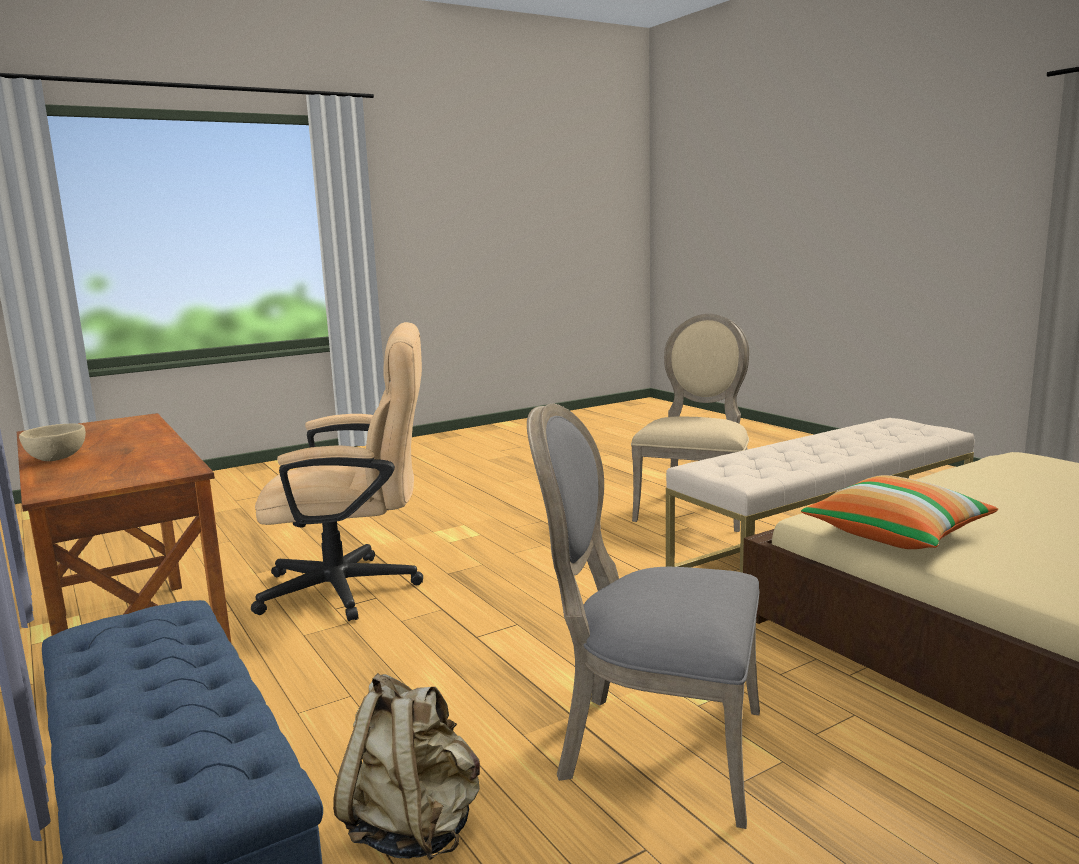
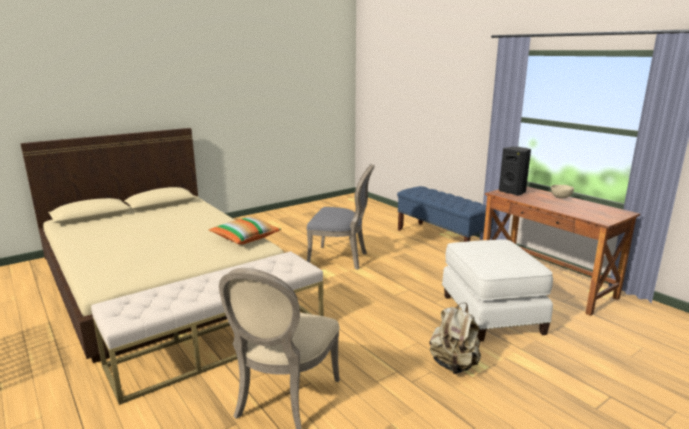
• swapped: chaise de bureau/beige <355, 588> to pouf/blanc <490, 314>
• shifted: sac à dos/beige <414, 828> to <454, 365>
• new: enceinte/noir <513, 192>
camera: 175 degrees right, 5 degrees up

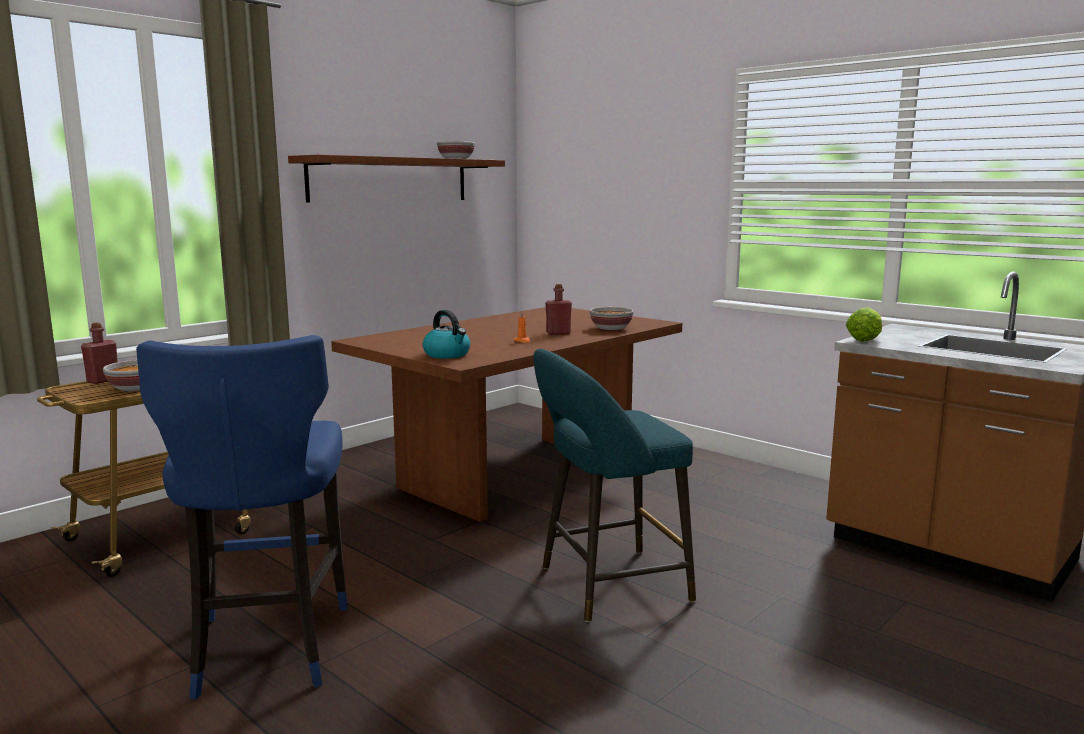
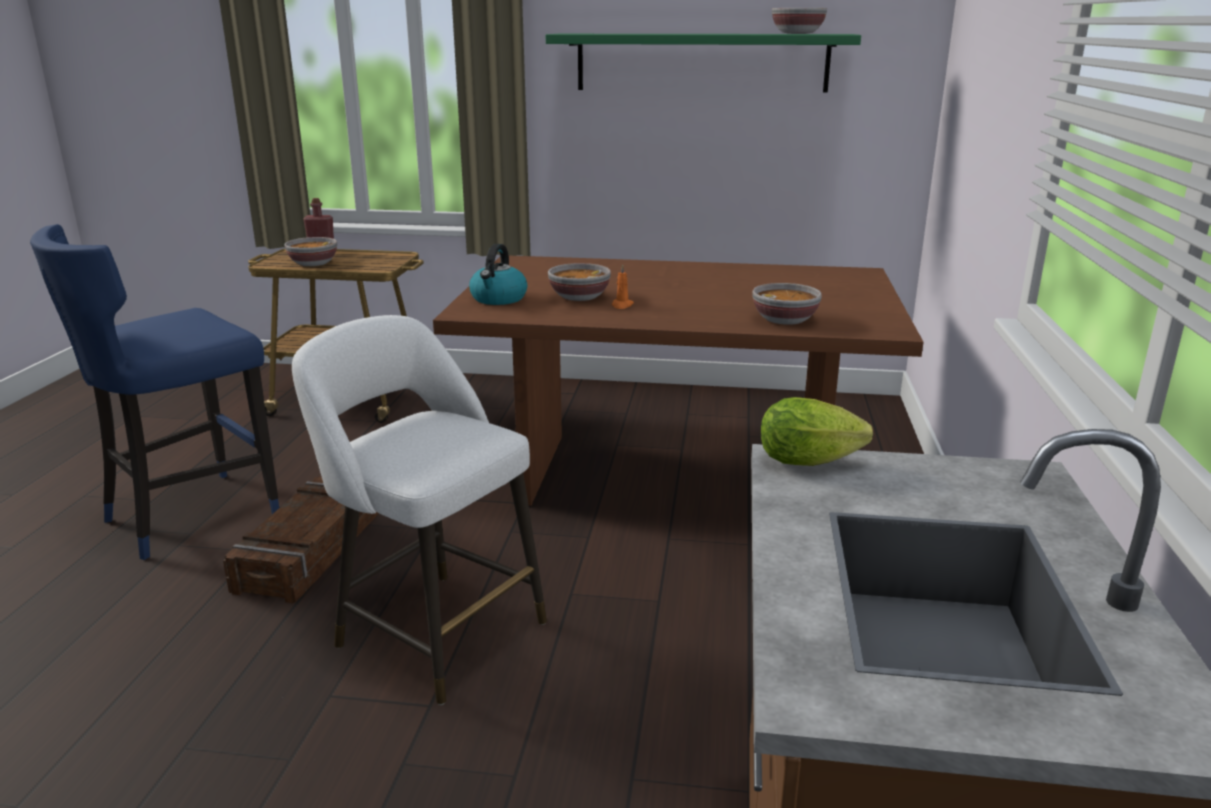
• repainted: étagère/marron <390, 180> to étagère/vert <701, 62>
• repainted: tabouret/turquoise <607, 585> to tabouret/blanc <433, 630>
• gone: bouteille/rouge <558, 333>
• new: caisse <311, 551>
• new: bol <578, 297>
camera: 55 degrees right, 10 degrees up

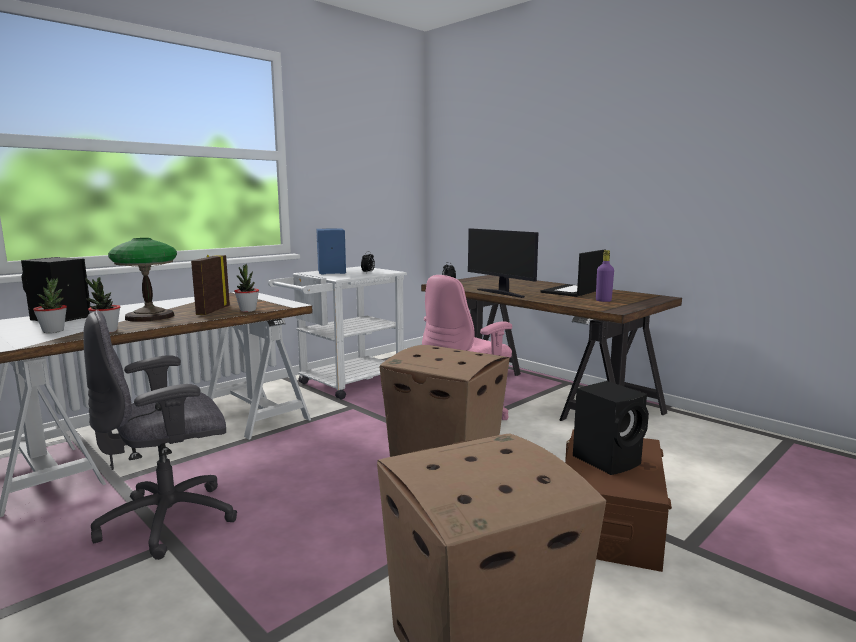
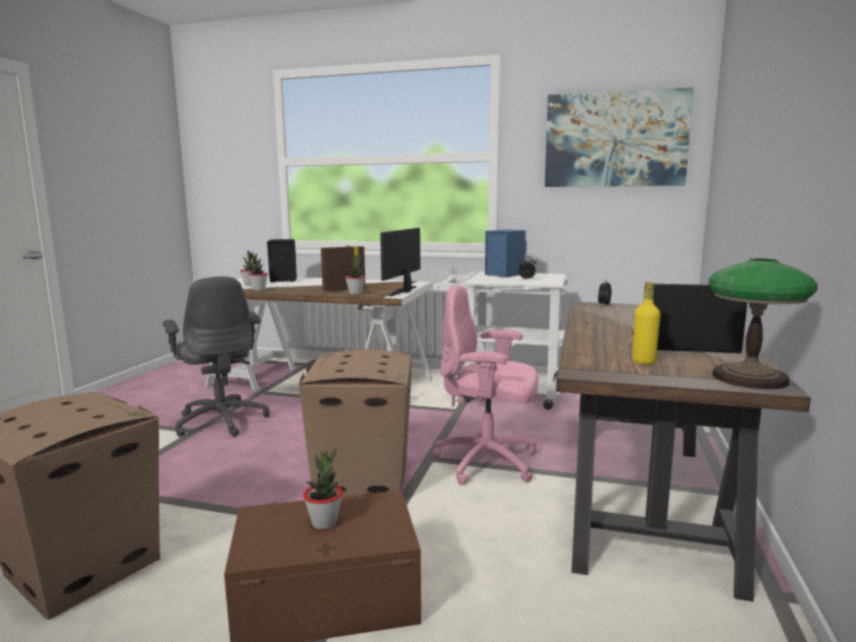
• rotated: chaise de bureau/gris <171, 520> = <222, 421> 150 degrees counterclockwise
• shifted: lampe de table <150, 316> to <750, 378>
• shifted: écran d'ordinateur <501, 293> to <404, 291>
• swapped: enceinte/noir <608, 460> to plante en pot <324, 522>
• repainted: bouteille/violet <603, 301> to bouteille/jaune <643, 362>
• new: tableau <615, 140>
camera: 60 degrees right, 0 degrees up

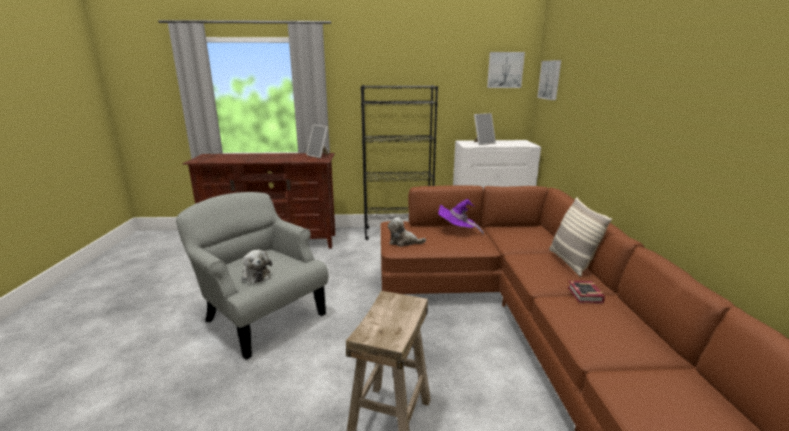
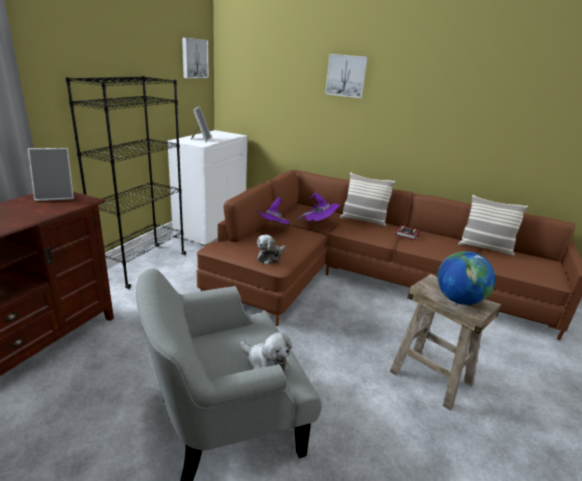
• rotated: peluche <255, 275> = <265, 363> 45 degrees clockwise
• shifted: tableau <550, 80> to <346, 76>
• new: chapeau/violet <319, 224>
• new: globe <458, 300>
• new: coussin <485, 248>
camera: 65 degrees left, 5 degrees up

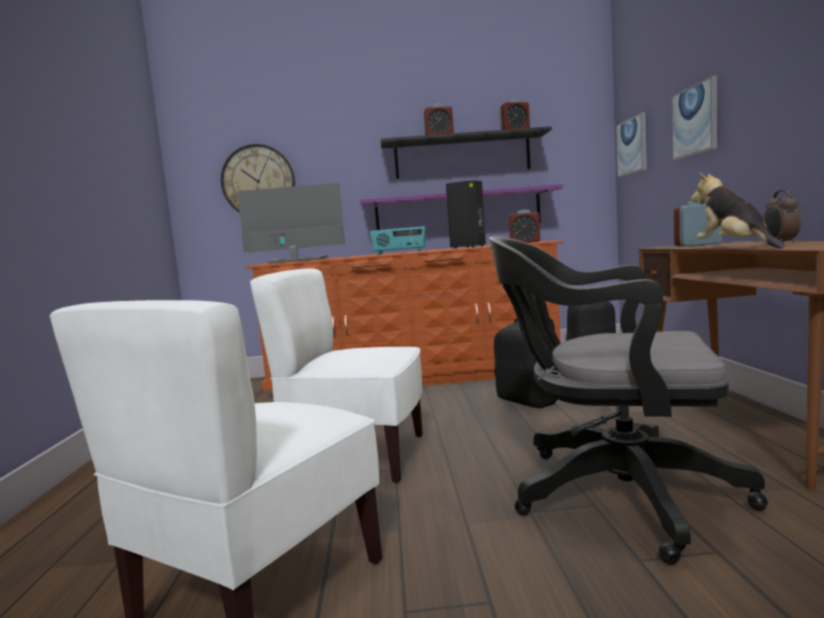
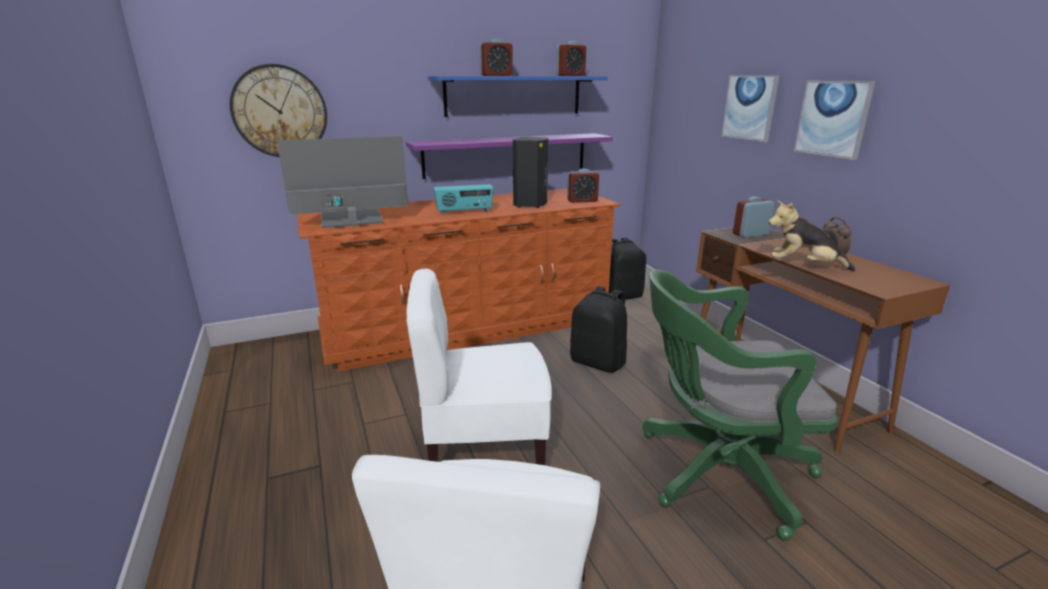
• repainted: étagère/noir <462, 156> to étagère/bleu <514, 95>
• repainted: chaise de bureau/noir <612, 493> to chaise de bureau/vert <715, 472>
• shifted: tableau <632, 146> to <832, 119>
• rotated: peluche <734, 248> = <803, 266> 45 degrees counterclockwise
camera: 20 degrees left, 15 degrees up

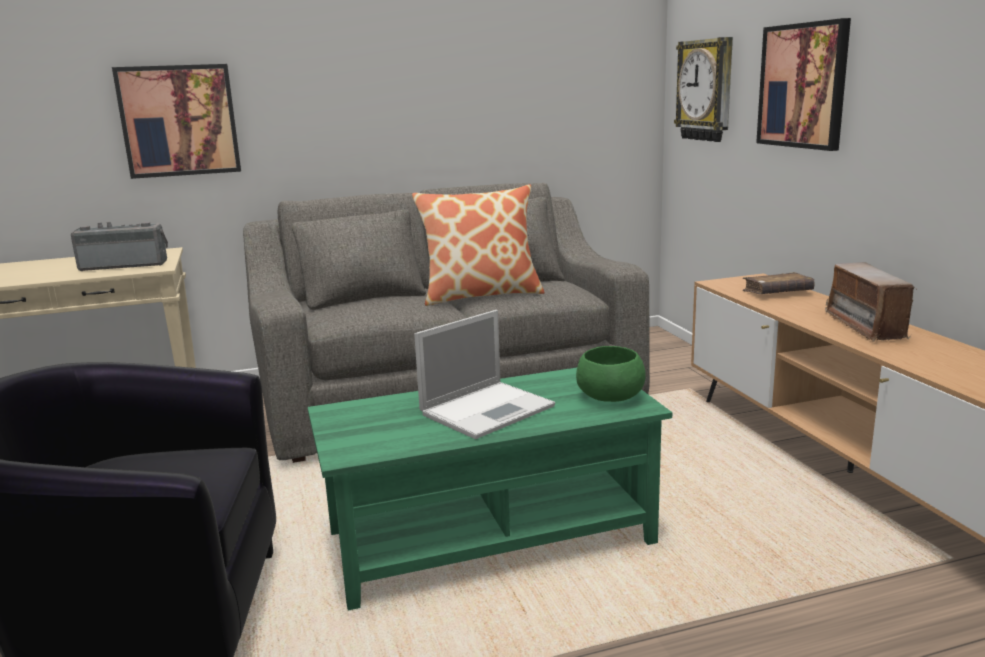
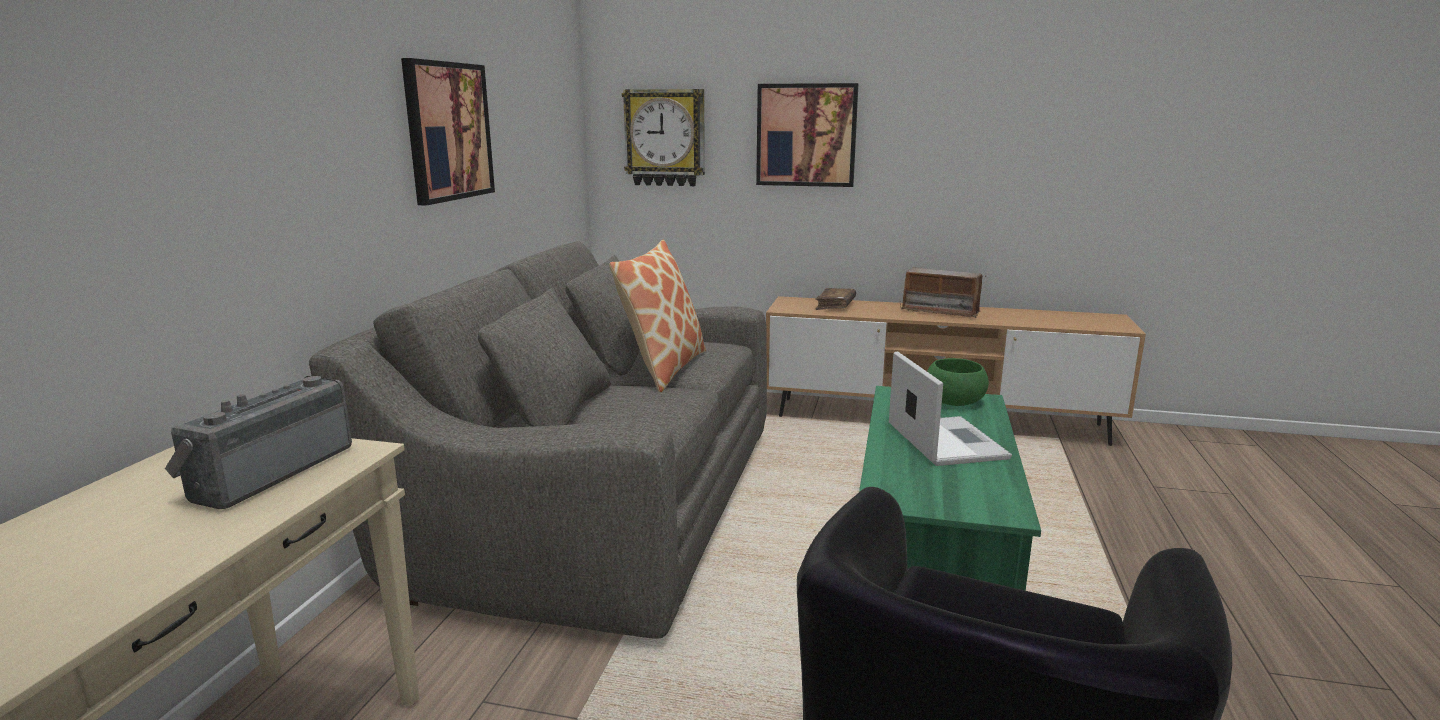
• shifted: tableau <179, 121> to <448, 131>
camera: 60 degrees left, 0 degrees up

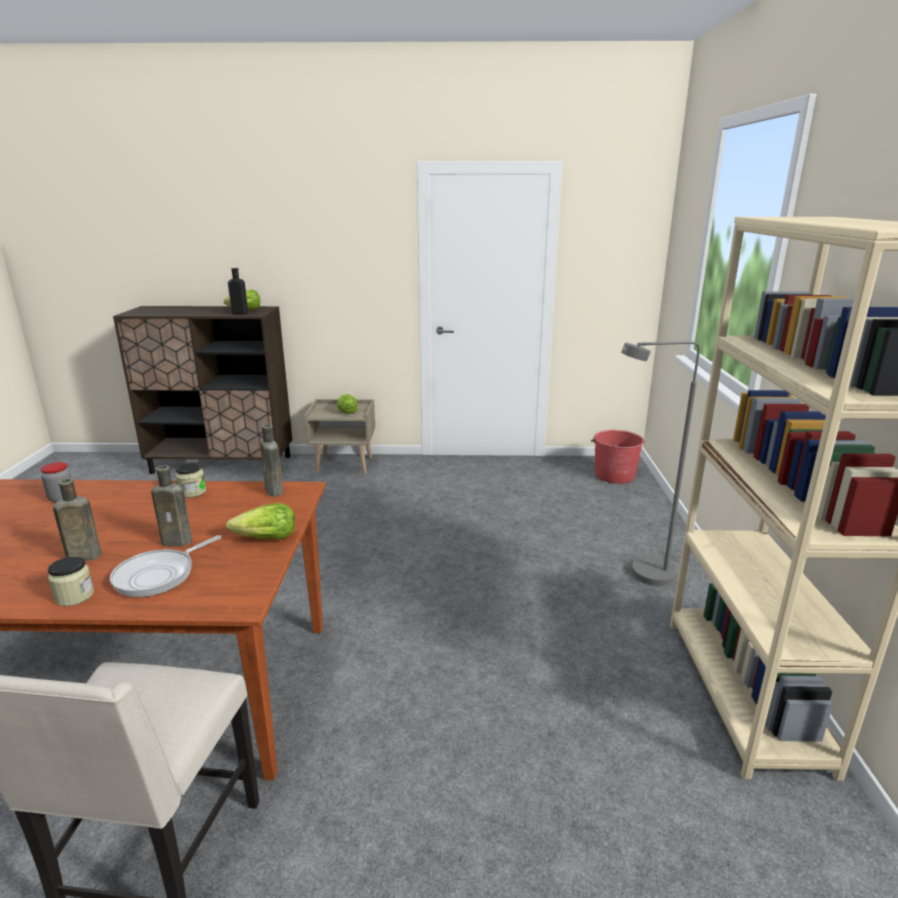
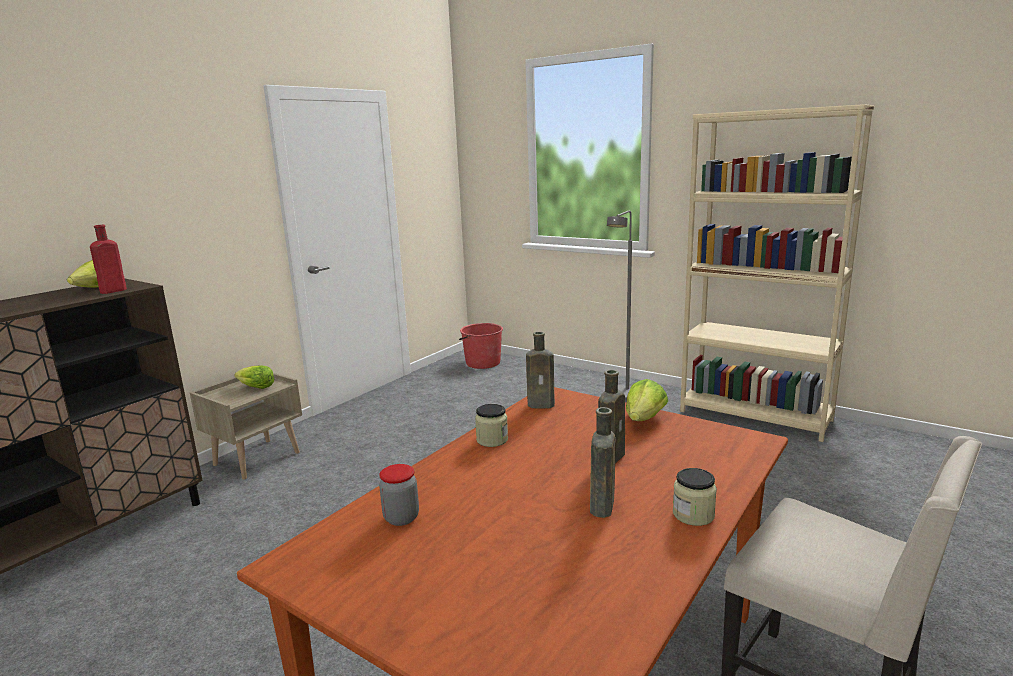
• gone: poêle <159, 575>
• repainted: bouteille/noir <238, 313> to bouteille/rouge <111, 291>
camera: 55 degrees left, 5 degrees down

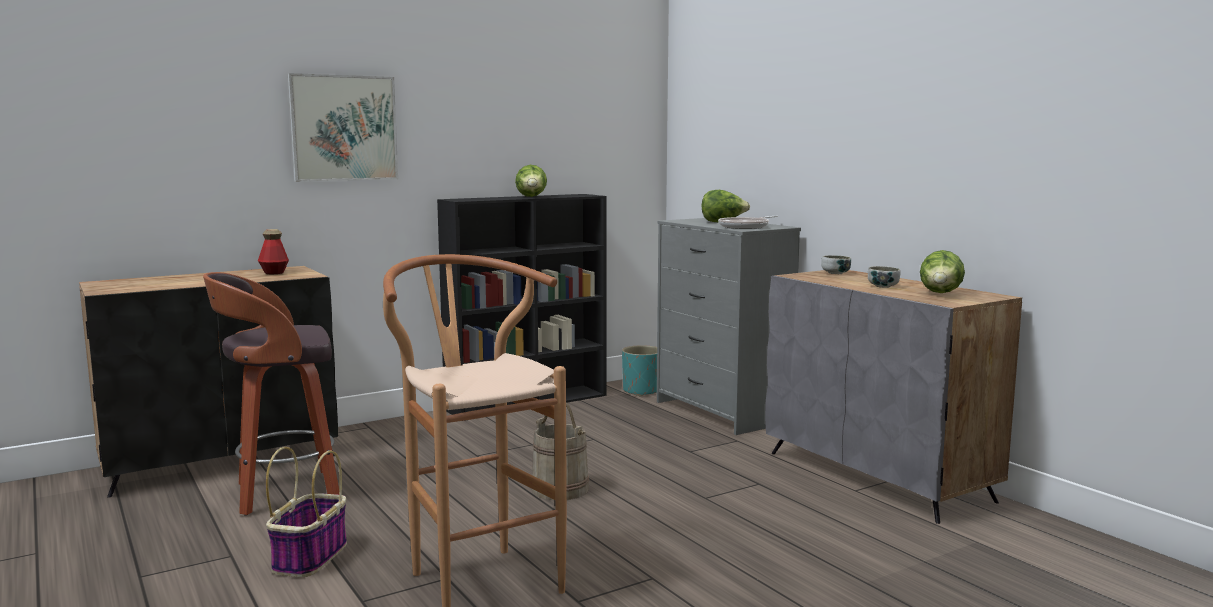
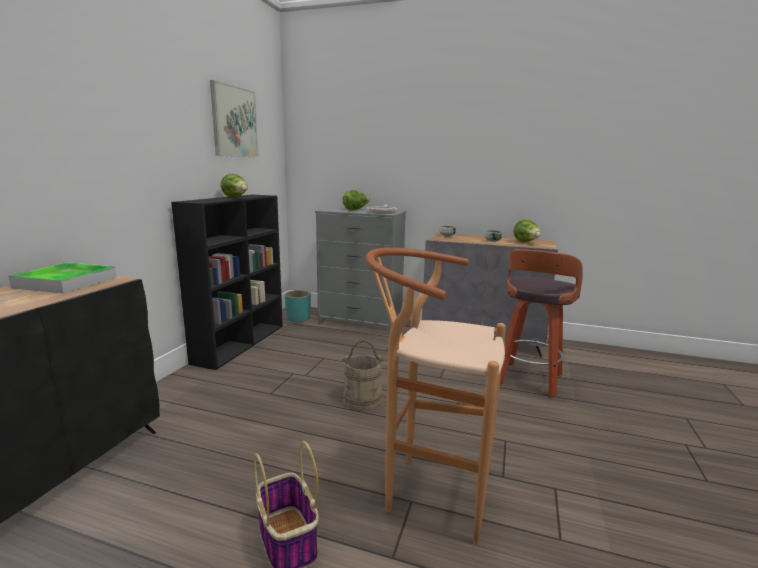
• shifted: tabouret <284, 494> to <529, 380>
• swapped: bouteille <274, 273> to plateau <66, 282>
• shifted: tableau <344, 128> to <234, 122>
camera: 40 degrees left, 5 degrees up

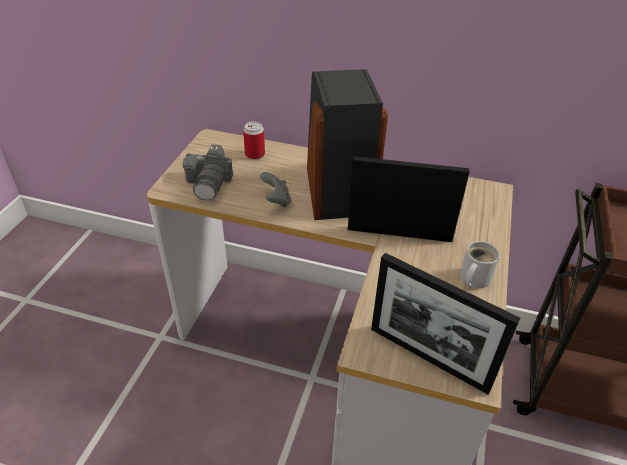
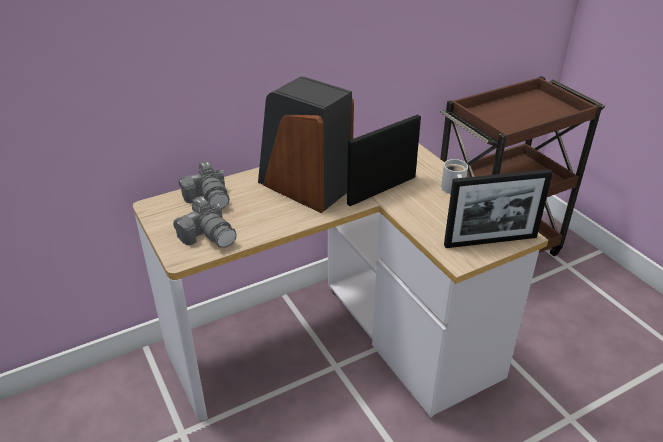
• swapped: boîte métallique <255, 154> to appareil photo <209, 197>
• gone: manette/gris <276, 200>
camera: 45 degrees left, 5 degrees down

